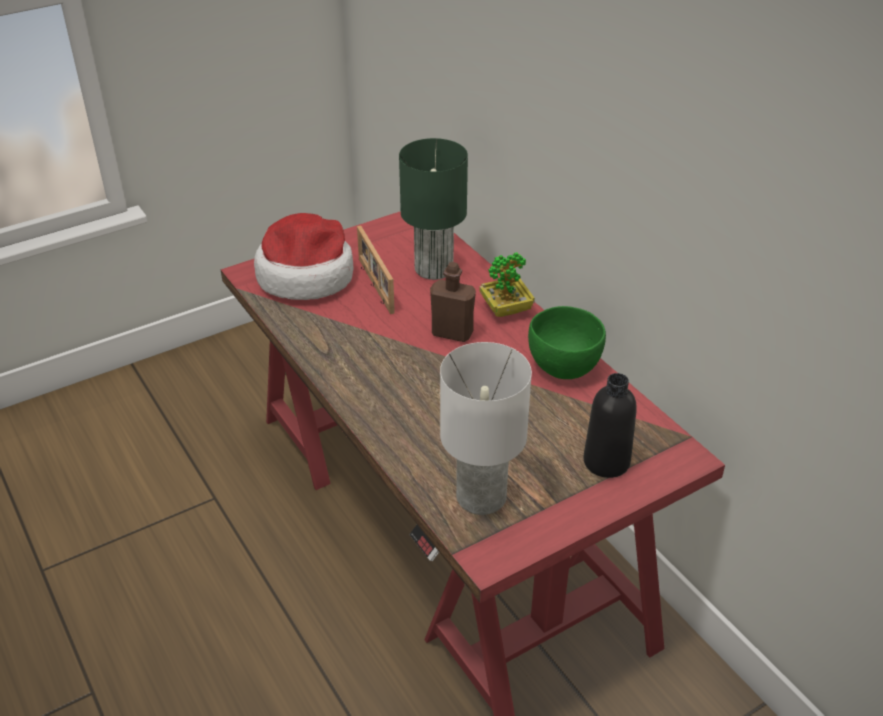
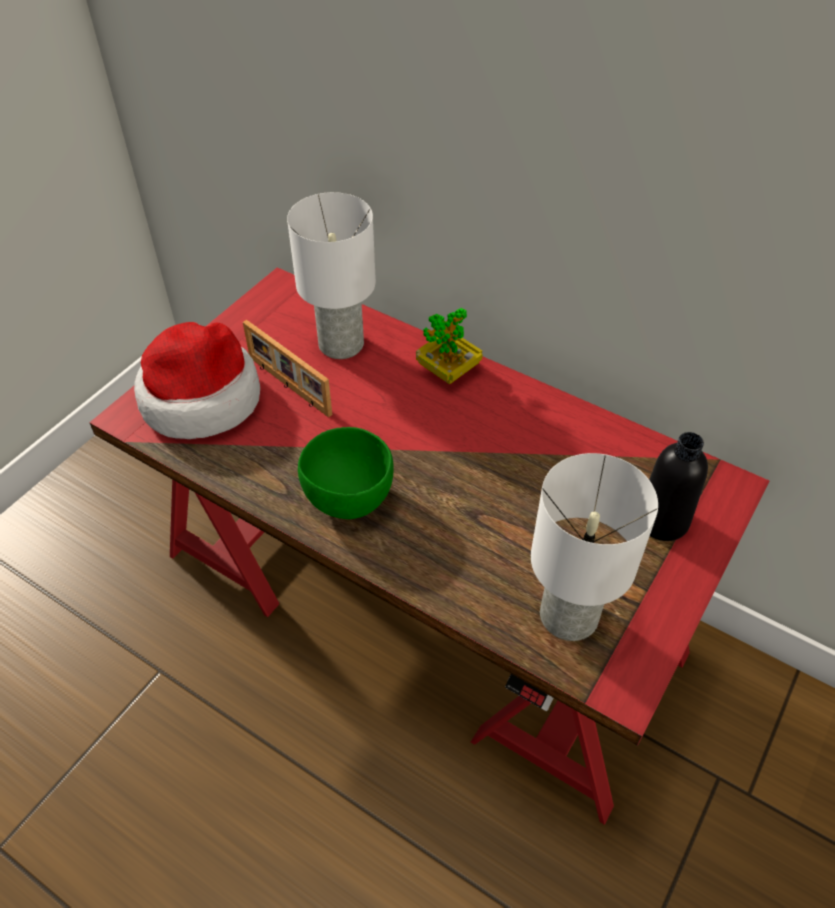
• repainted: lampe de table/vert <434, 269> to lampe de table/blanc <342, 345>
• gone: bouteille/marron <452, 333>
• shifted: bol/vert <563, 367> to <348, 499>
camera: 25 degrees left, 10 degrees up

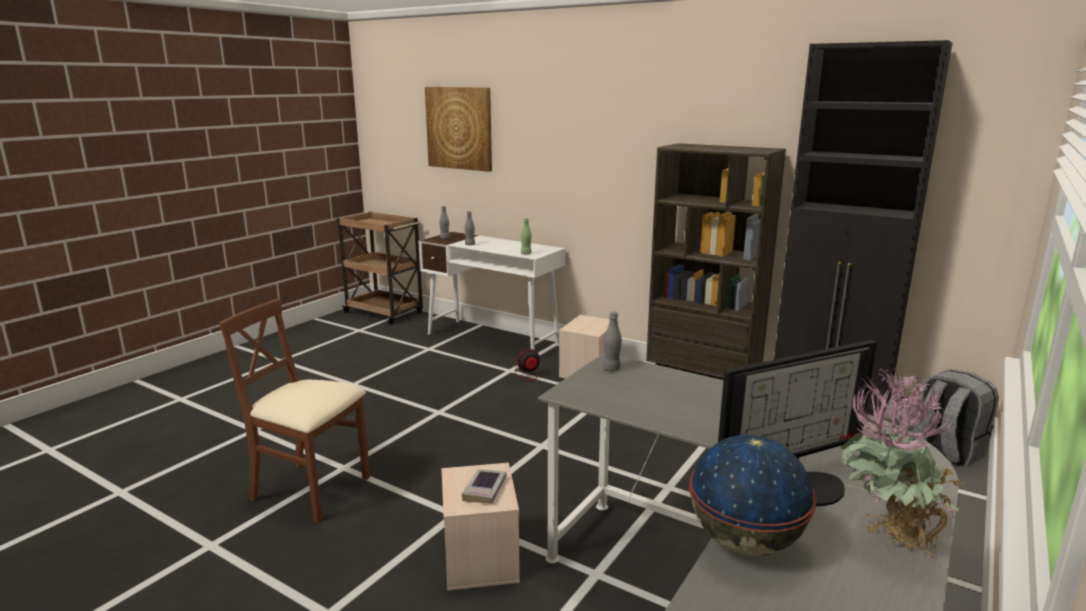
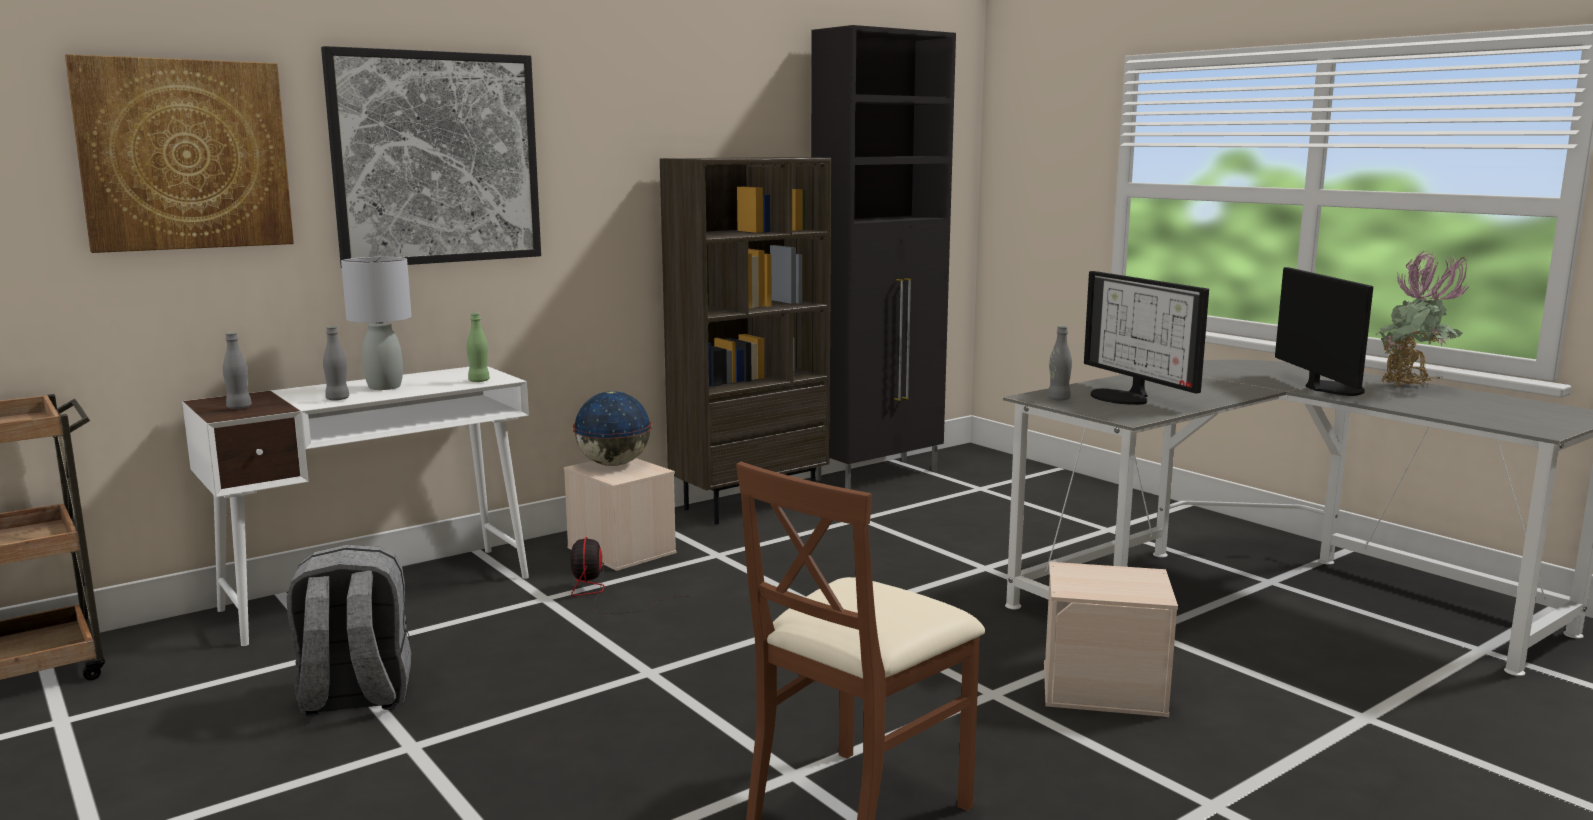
• gone: livre <485, 490>
• shifted: globe <744, 542> to <613, 464>
• shifted: sac à dos/gris <945, 451> to <355, 697>
• new: tableau <437, 158>
• new: lampe de table/gris <385, 387>
• new: écran d'ordinateur <1125, 397>
camera: 70 degrees left, 5 degrees down

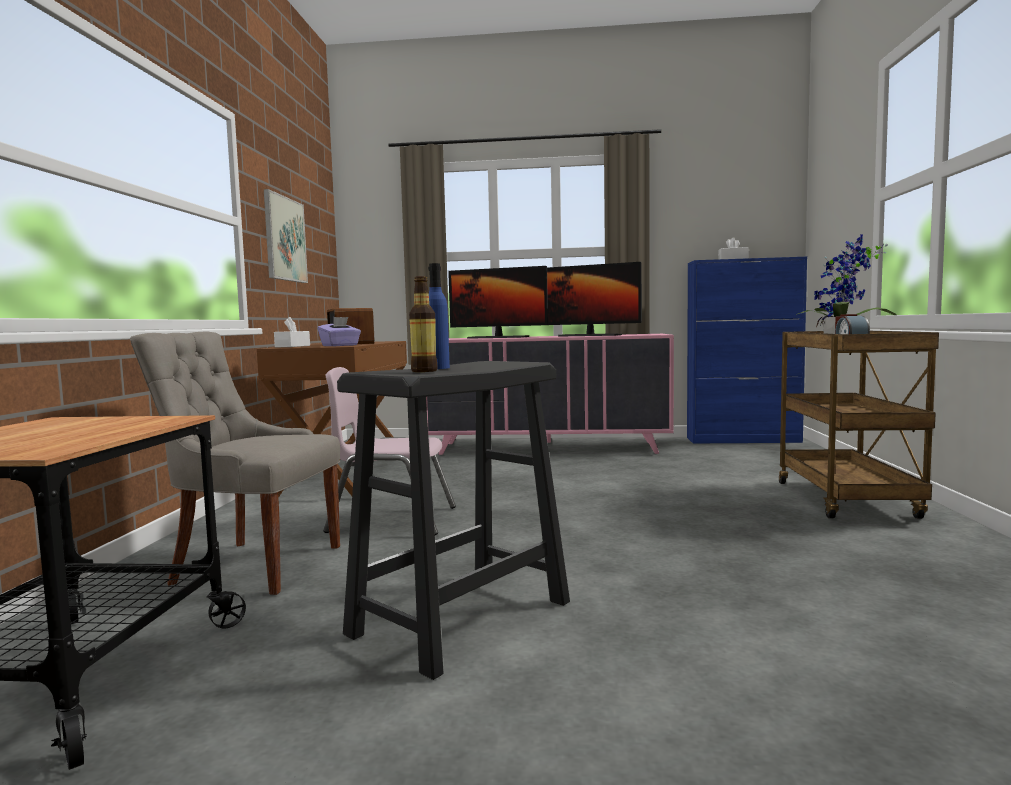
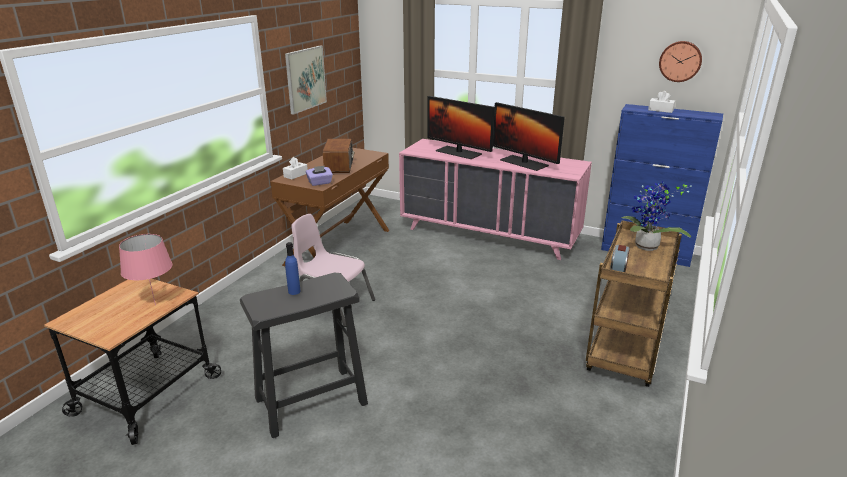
• gone: chaise/gris <253, 565>
• gone: bouteille <424, 371>
• new: lampe de table/rose <155, 305>
• new: horloge murale <680, 61>
camera: 20 degrees right, 20 degrees up

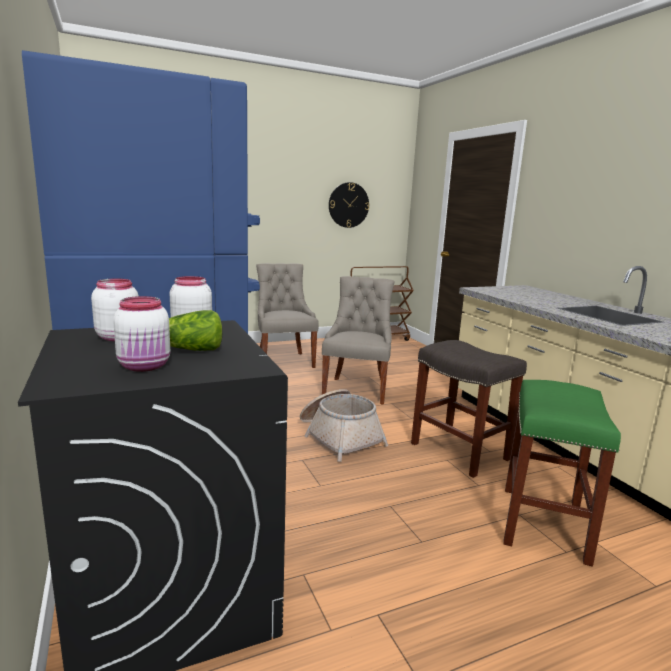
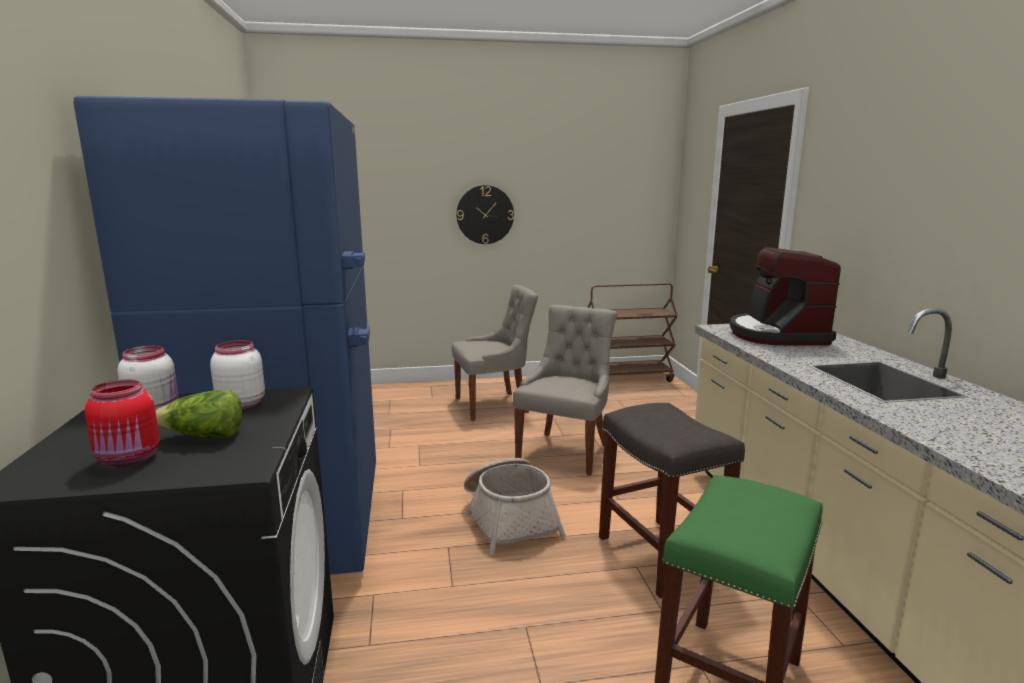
• repainted: bocal/blanc <145, 366> to bocal/rouge <130, 459>
• rotated: chaise/gris <284, 361> = <494, 405> 75 degrees clockwise
• shifted: horloge murale <348, 205> to <485, 214>
• new: machine à café <777, 335>
camera: 15 degrees right, 0 degrees up

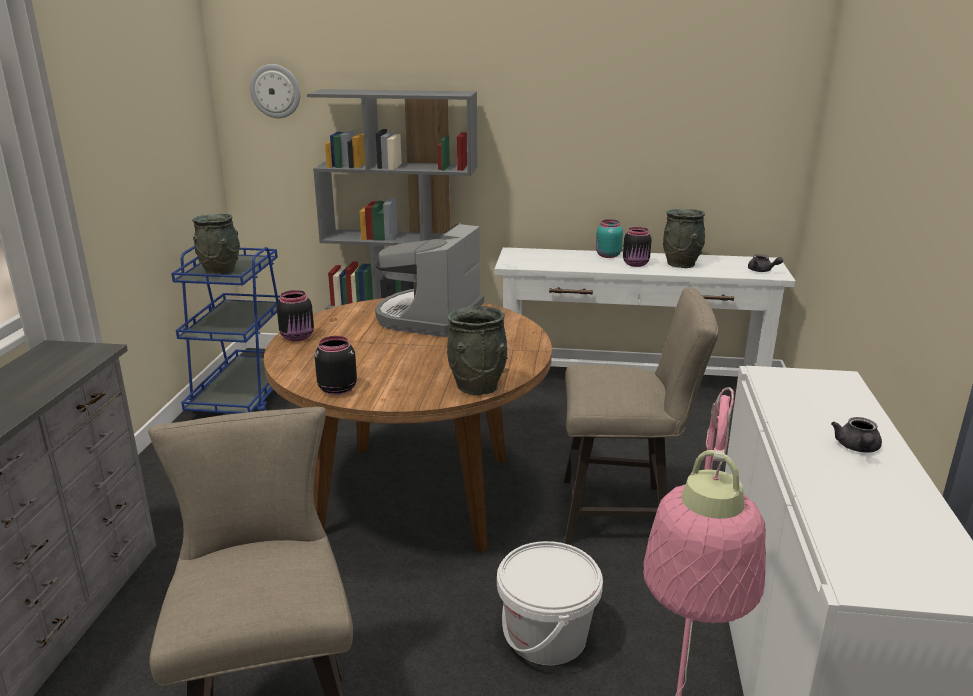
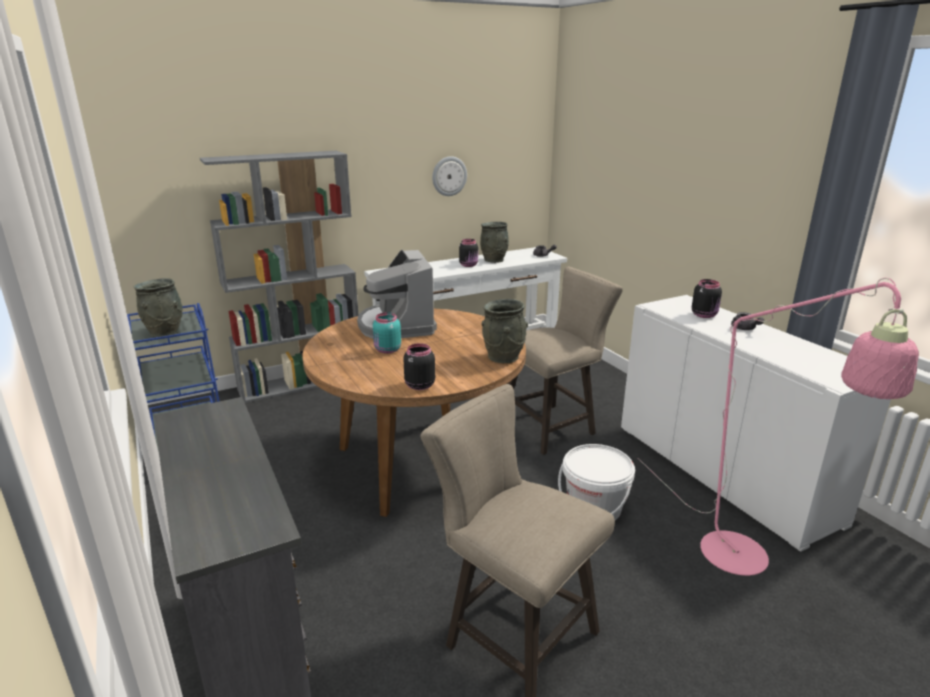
• shifted: horloge murale <275, 91> to <449, 176>
• shifted: bocal/noir <298, 337> to <704, 315>
• shifted: bocal/turquoise <607, 255> to <387, 350>
camera: 35 degrees left, 0 degrees up

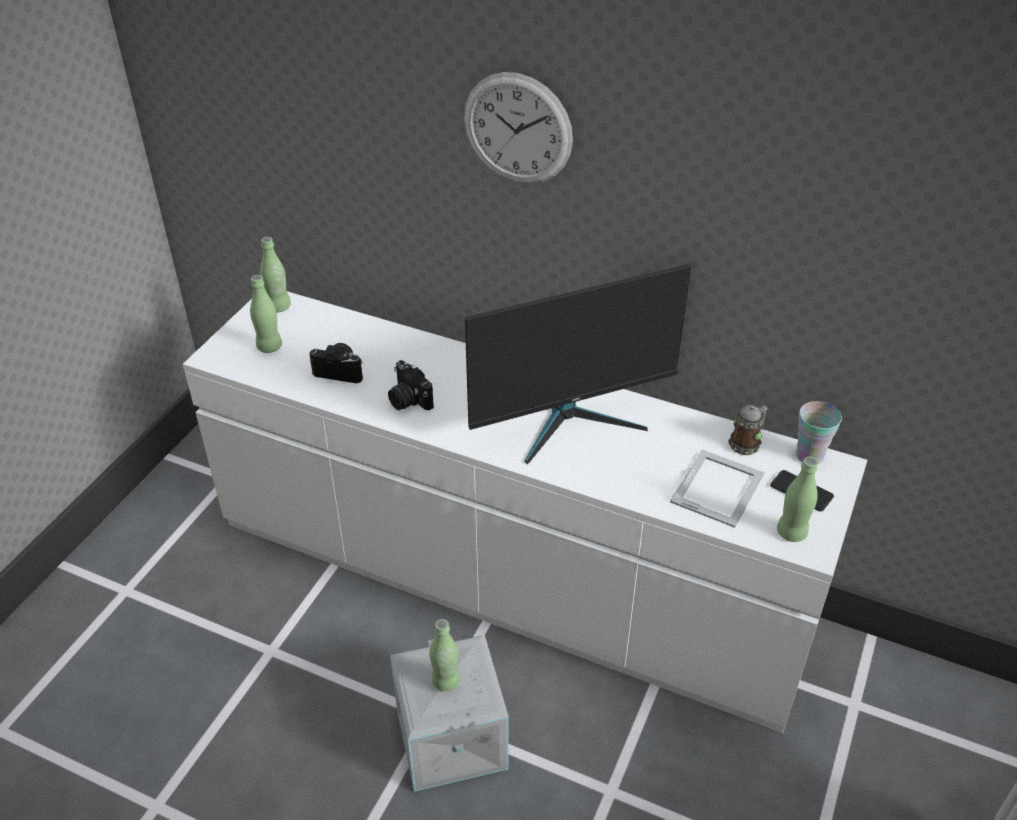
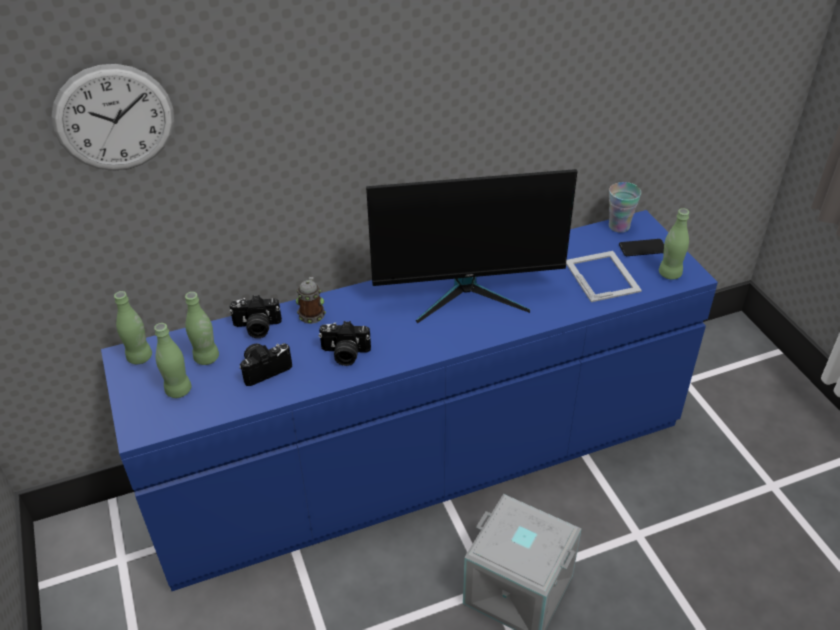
• repainted: commode/blanc <509, 574> to commode/bleu <422, 459>
• shifted: bouteille/vert <446, 681> to <206, 358>
• shifted: horloge murale <517, 129> to <114, 118>
• rotated: écran d'ordinateur <572, 420> = <468, 294> 60 degrees clockwise
• shifted: mug <746, 443> to <312, 313>
• new: appareil photo <257, 328>
camera: 45 degrees left, 0 degrees up

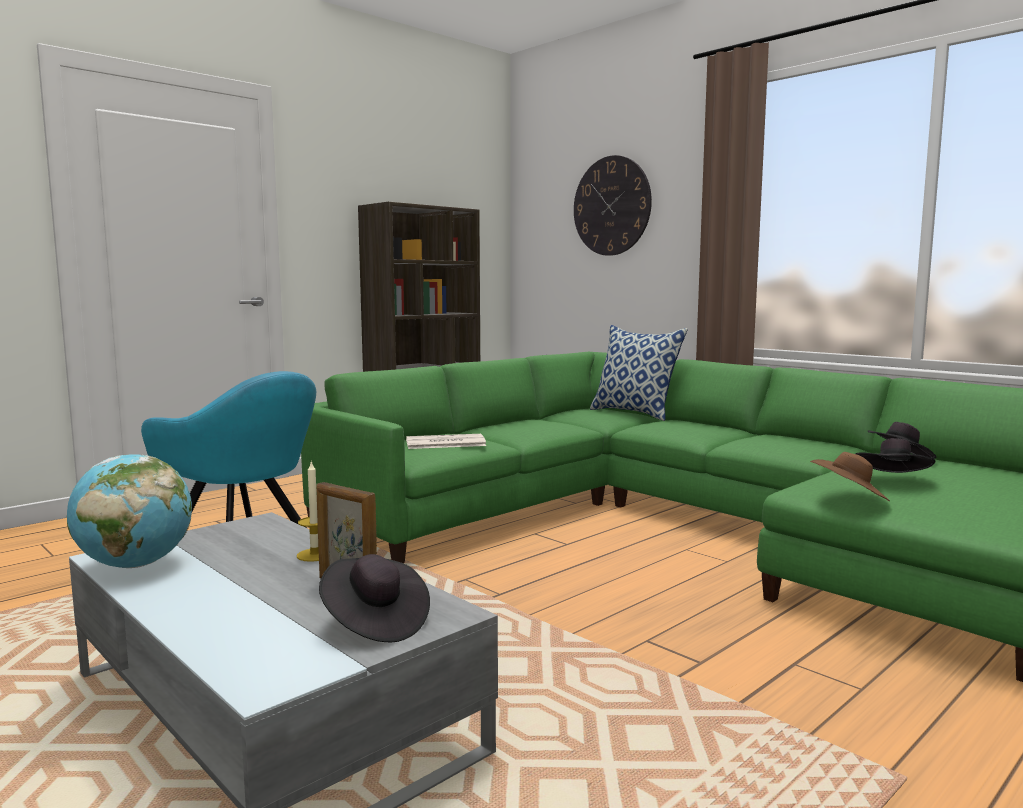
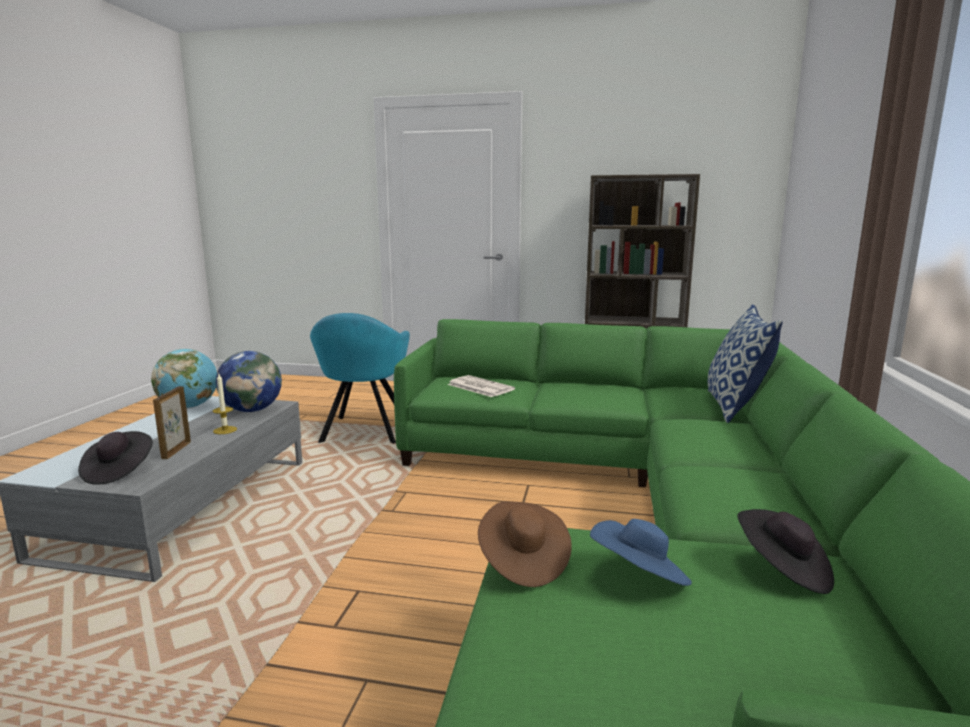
• gone: horloge murale <611, 206>
• repainted: chapeau/noir <893, 479> to chapeau/bleu <639, 576>
• new: globe <252, 410>
camera: 55 degrees right, 5 degrees up

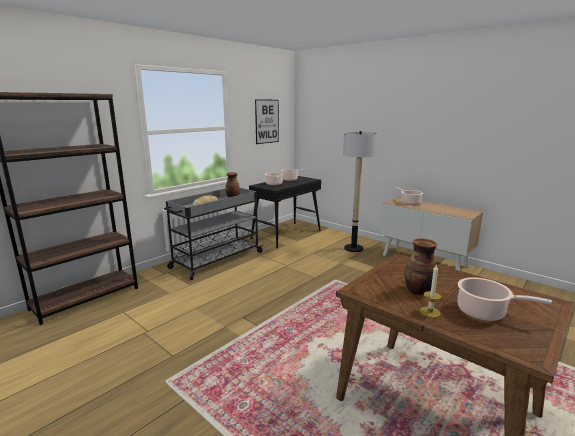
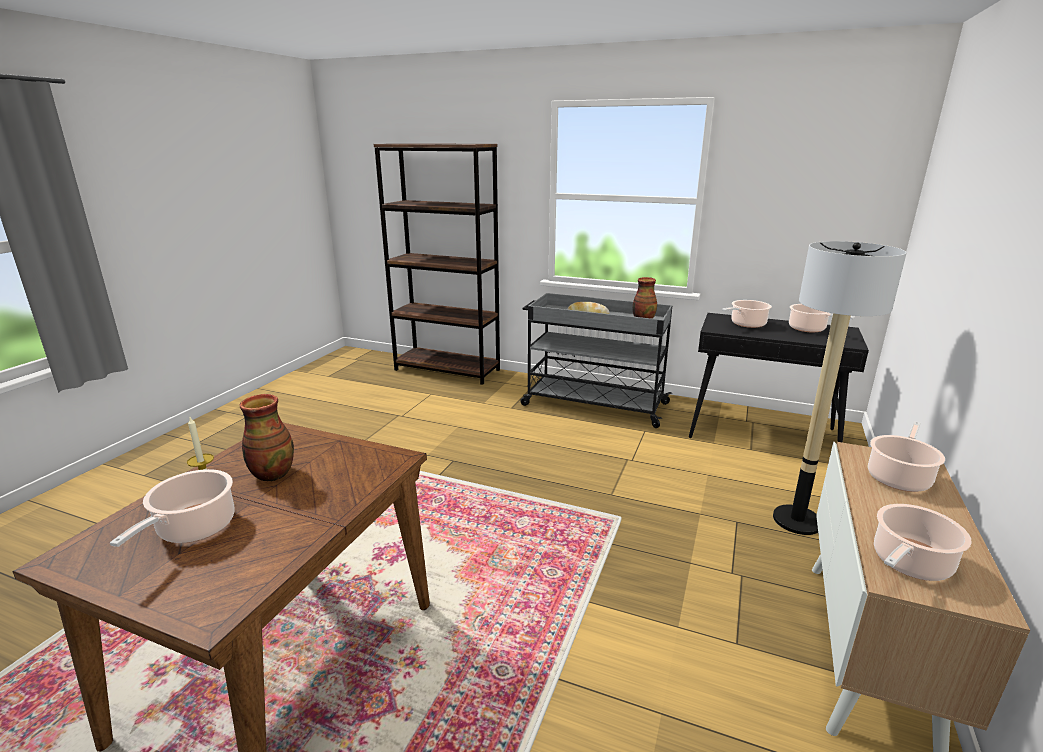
• gone: tableau <267, 121>
• new: marmite <909, 563>
camera: 70 degrees right, 5 degrees up

